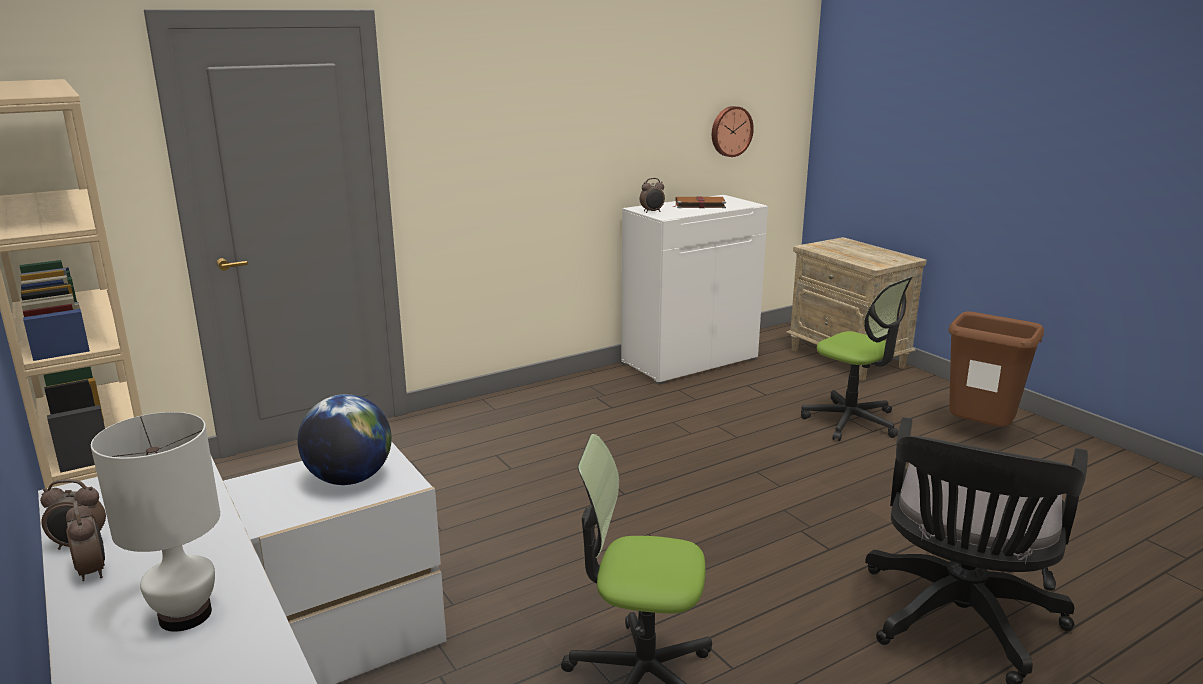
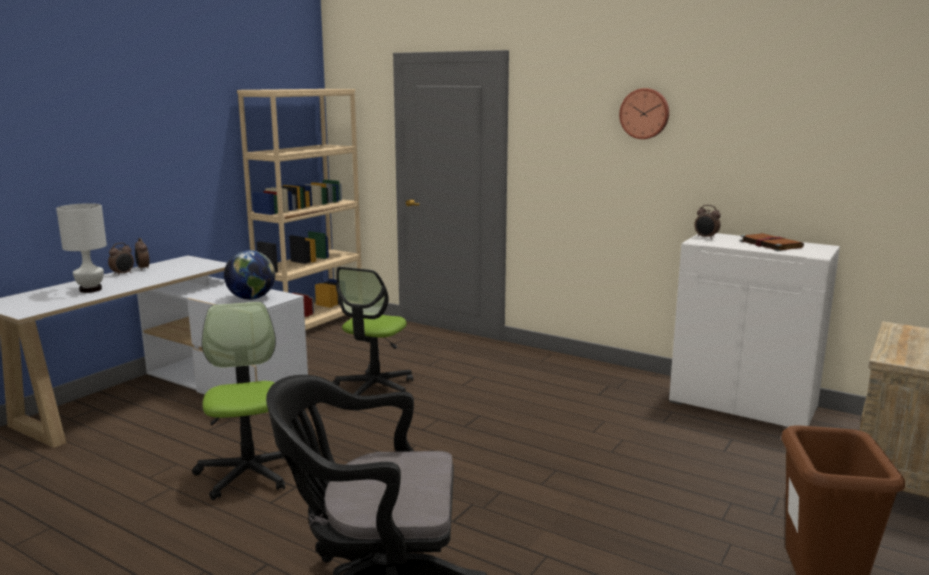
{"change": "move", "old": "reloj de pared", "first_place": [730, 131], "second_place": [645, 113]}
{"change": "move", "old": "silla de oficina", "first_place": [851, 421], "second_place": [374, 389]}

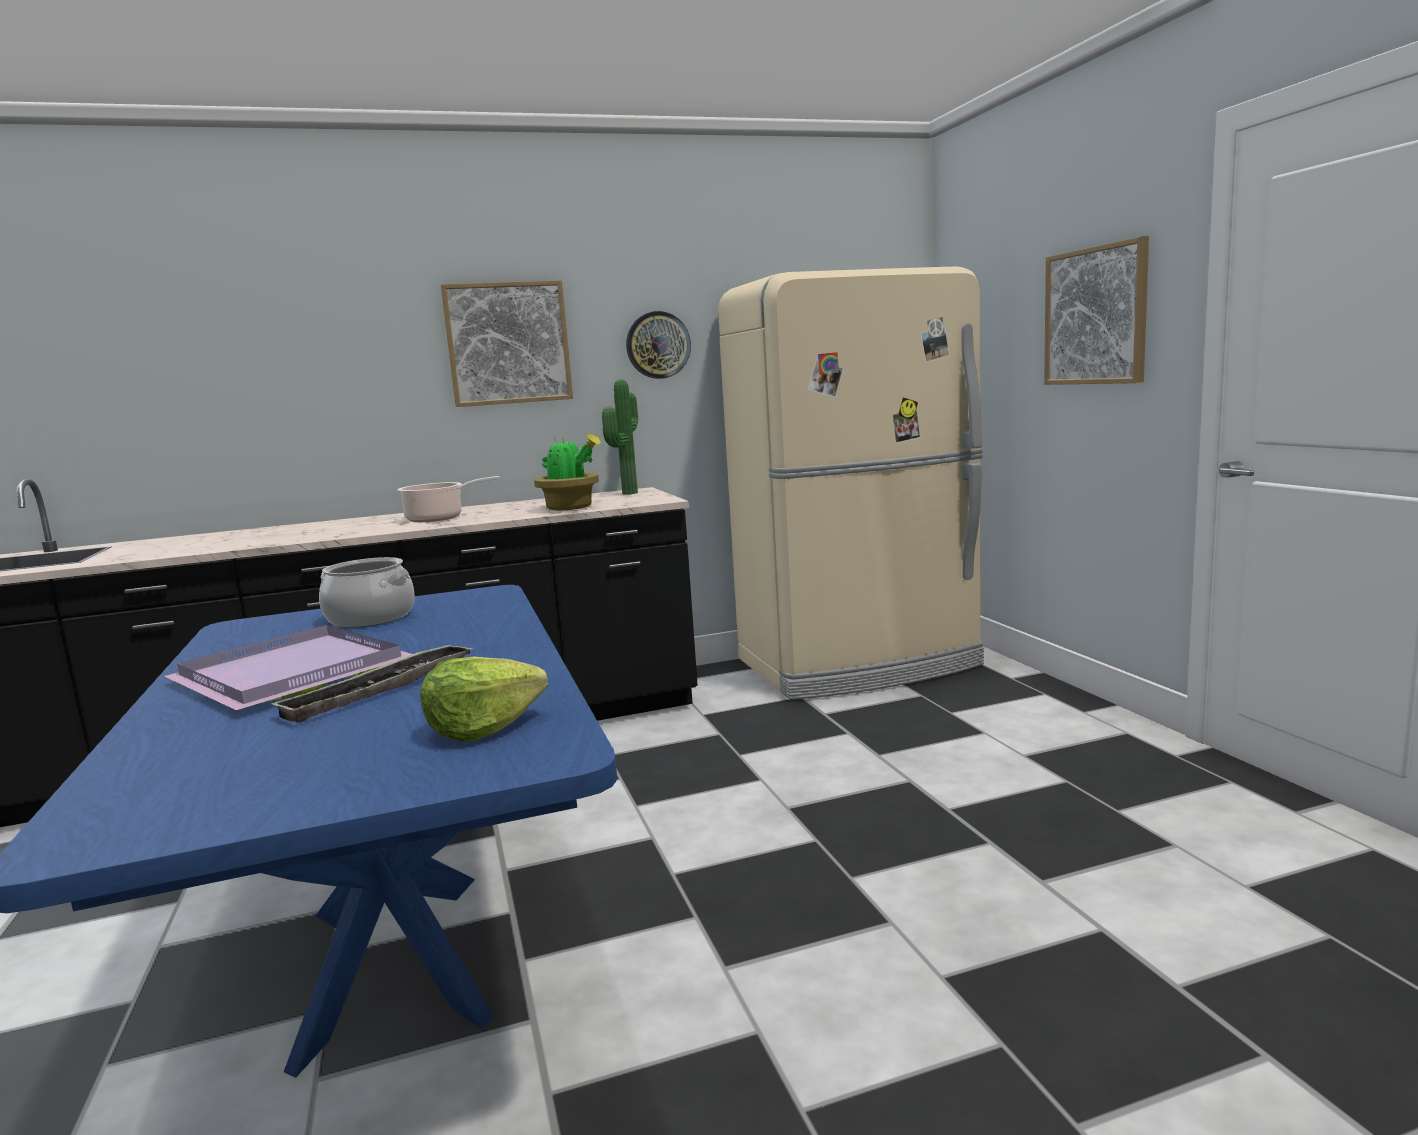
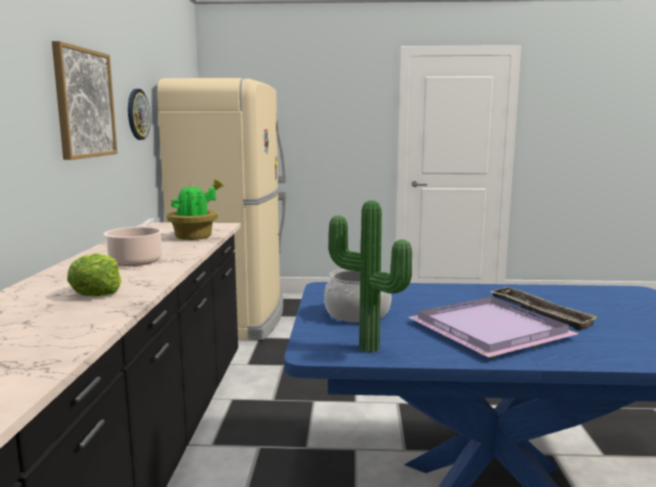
{"change": "delete", "old": "cuadro", "first_place": [1096, 316]}
{"change": "move", "old": "lechuga", "first_place": [483, 728], "second_place": [97, 292]}
{"change": "move", "old": "planta en maceta", "first_place": [627, 493], "second_place": [367, 349]}

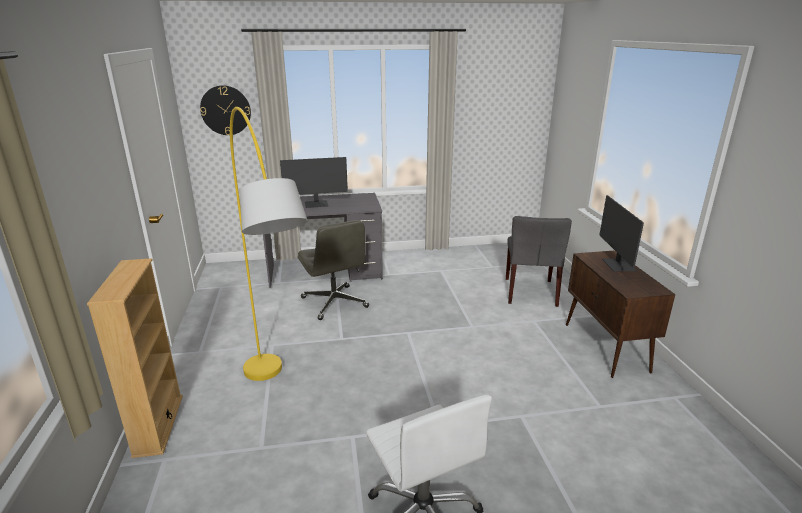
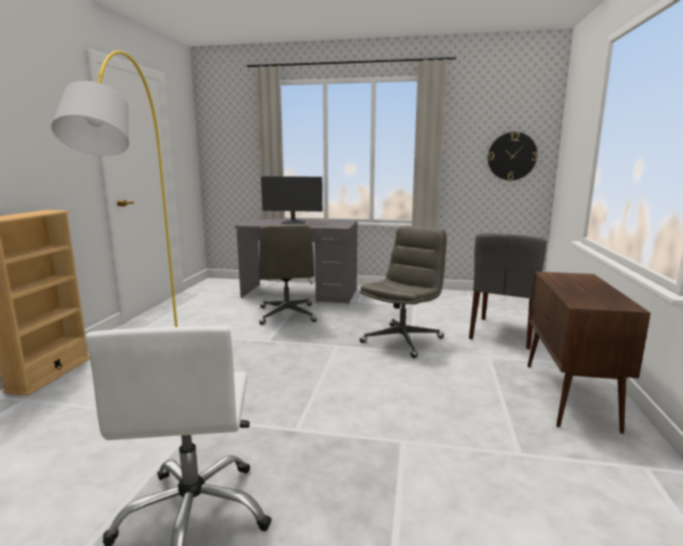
{"change": "delete", "old": "monitor", "first_place": [618, 265]}
{"change": "insert", "new": "silla de oficina (gris)", "second_place": [402, 340]}
{"change": "move", "old": "reloj de pared", "first_place": [225, 110], "second_place": [512, 156]}

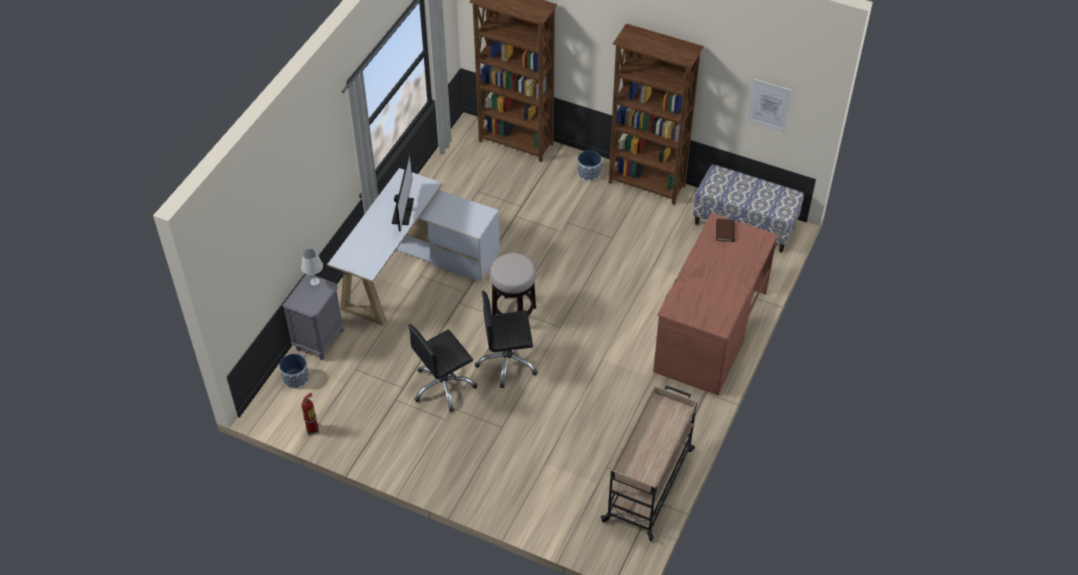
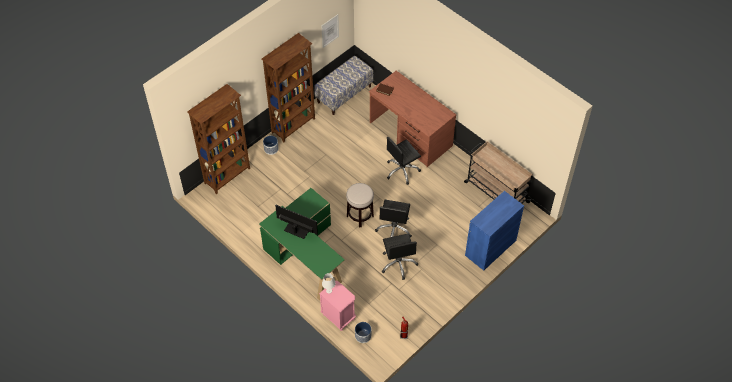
{"change": "insert", "new": "silla de oficina (negro)", "second_place": [402, 170]}
{"change": "insert", "new": "armario (azul)", "second_place": [490, 248]}
{"change": "recolor", "old": "mesita de noche (gris)", "new": "mesita de noche (rosa)", "first_place": [319, 339], "second_place": [338, 317]}
{"change": "recolor", "old": "escritorio (blanco)", "new": "escritorio (verde)", "first_place": [413, 269], "second_place": [305, 255]}

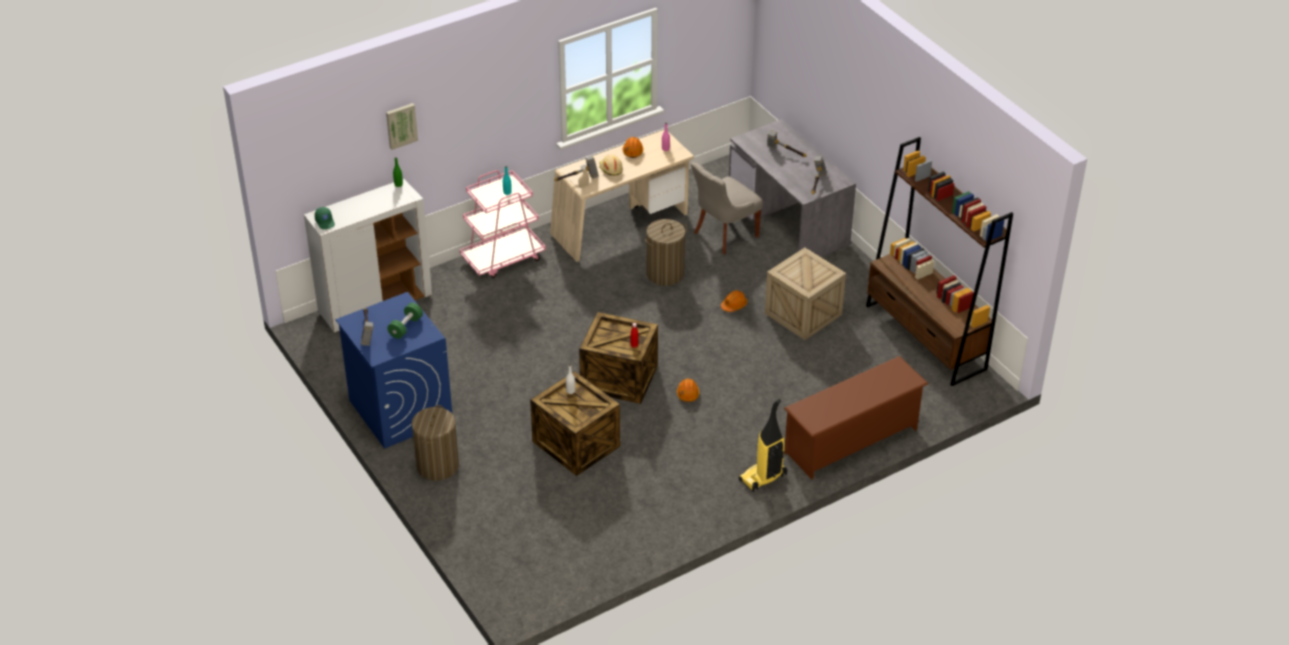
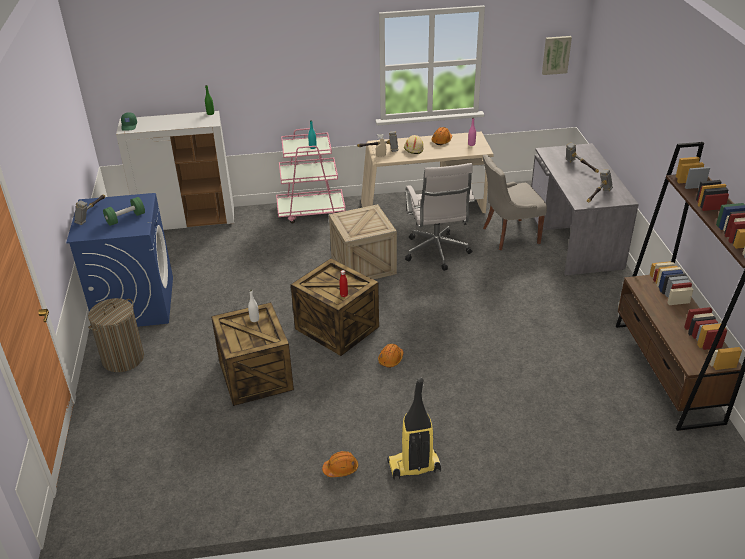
{"change": "delete", "old": "zapatero (marrón)", "first_place": [851, 441]}
{"change": "move", "old": "cuadro", "first_place": [401, 125], "second_place": [556, 54]}
{"change": "move", "old": "casco (naranja)", "first_place": [734, 305], "second_place": [341, 468]}
{"change": "move", "old": "caja de embalaje", "first_place": [803, 314], "second_place": [363, 265]}
{"change": "replace", "old": "cesto de la ropa", "new": "silla de oficina (blanco)", "first_place": [665, 274], "second_place": [437, 253]}

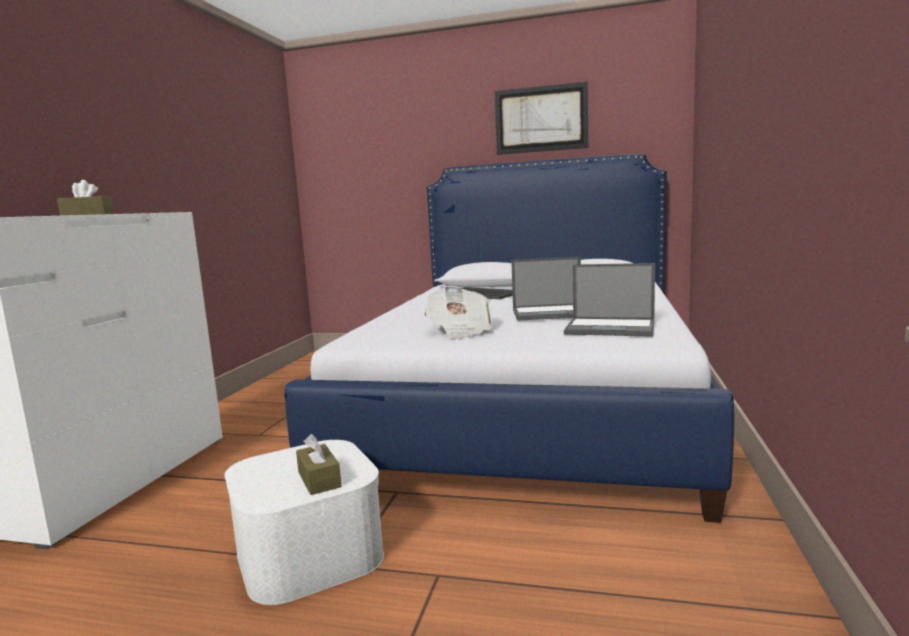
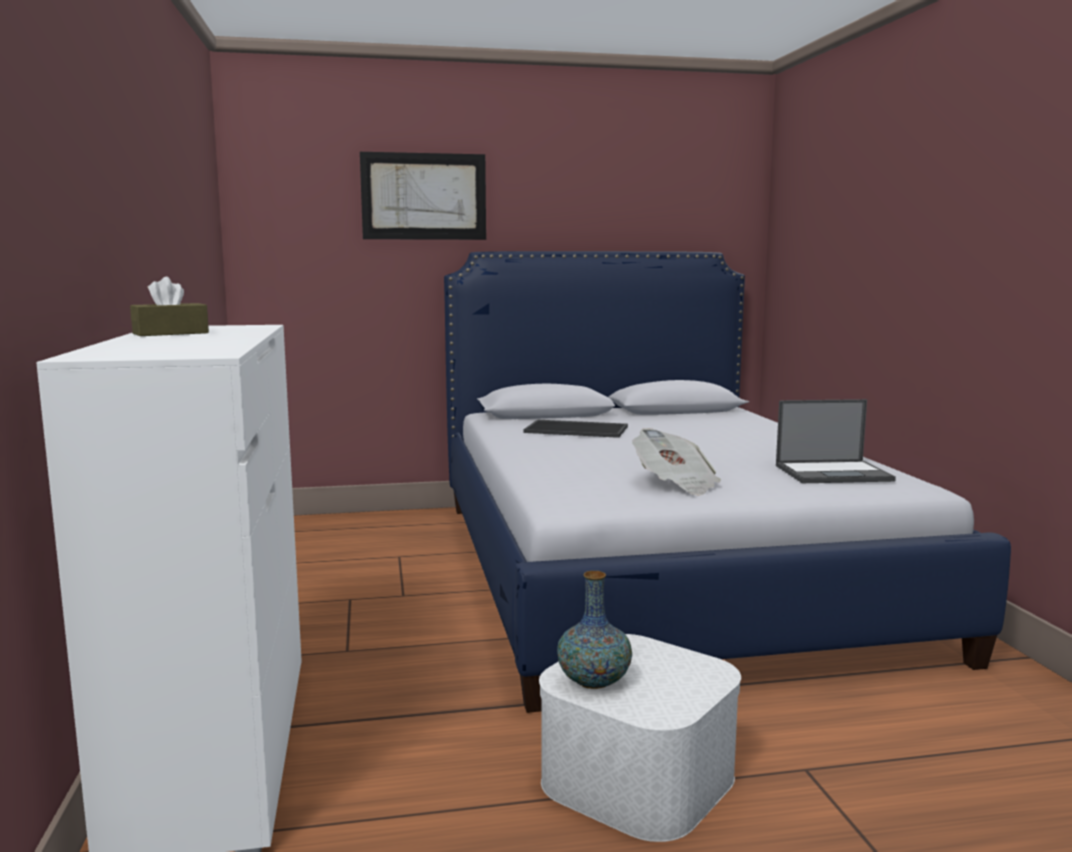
{"change": "delete", "old": "caja de pañuelos (marrón)", "first_place": [319, 479]}
{"change": "delete", "old": "portátil", "first_place": [551, 313]}
{"change": "insert", "new": "florero", "second_place": [594, 681]}
{"change": "move", "old": "cuadro", "first_place": [541, 119], "second_place": [424, 196]}

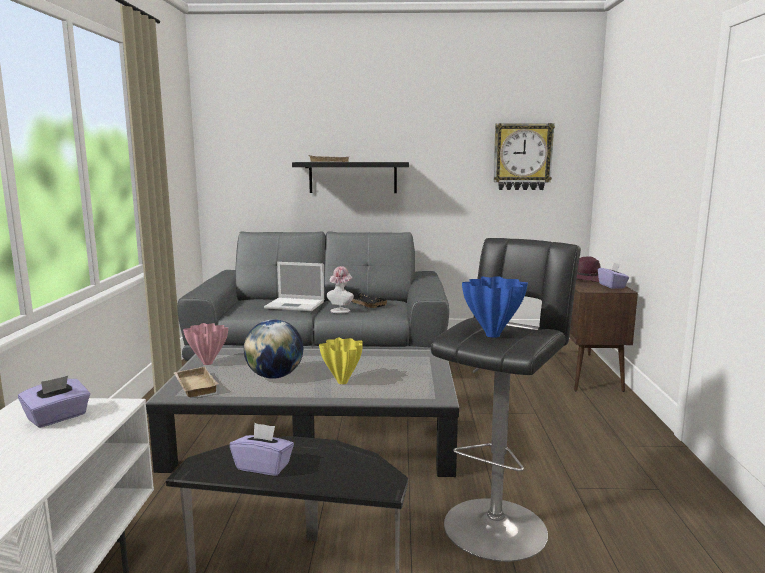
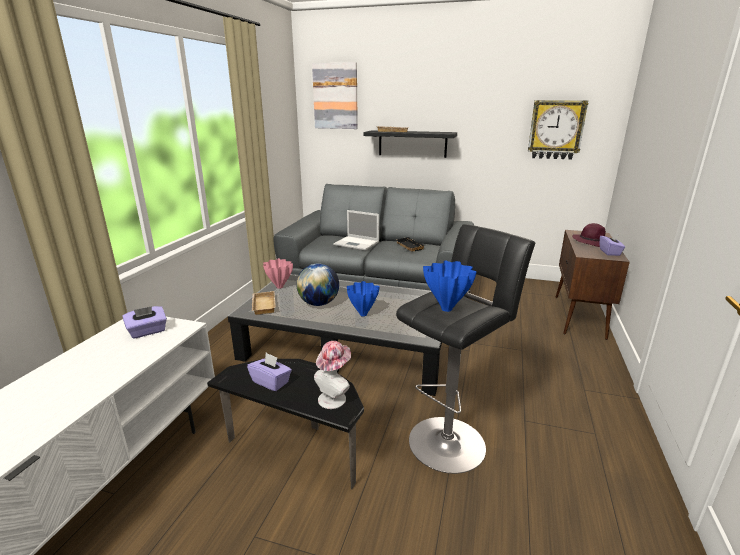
{"change": "insert", "new": "cuadro", "second_place": [335, 96]}
{"change": "move", "old": "sombrero", "first_place": [341, 310], "second_place": [334, 397]}
{"change": "recolor", "old": "florero (amarillo)", "new": "florero (azul)", "first_place": [342, 382], "second_place": [363, 314]}

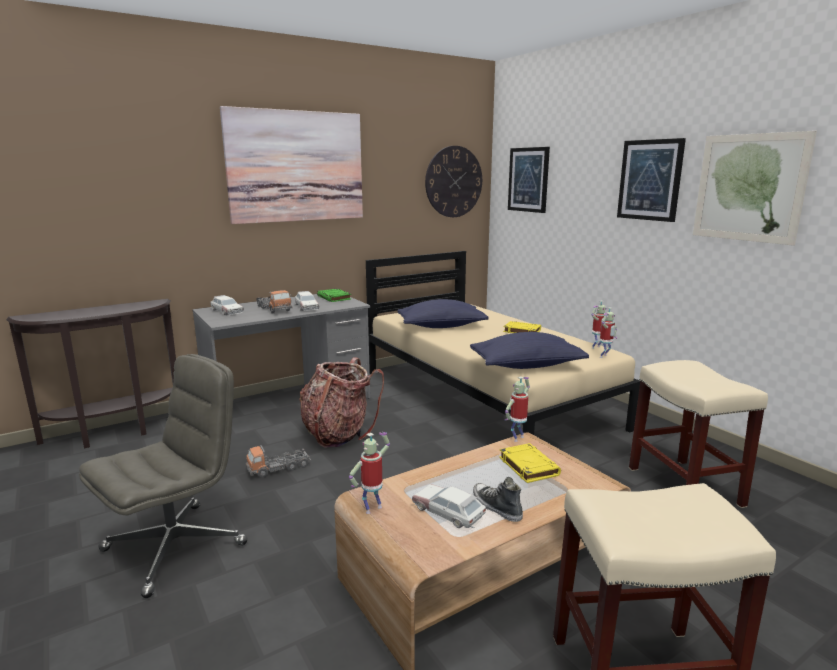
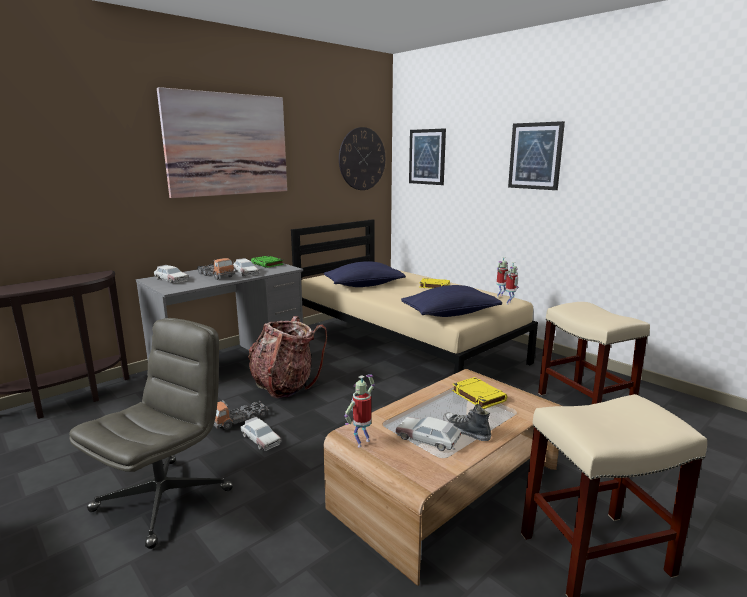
{"change": "delete", "old": "robot de juguete", "first_place": [517, 438]}
{"change": "delete", "old": "cuadro", "first_place": [749, 188]}
{"change": "insert", "new": "coche de juguete", "second_place": [260, 439]}

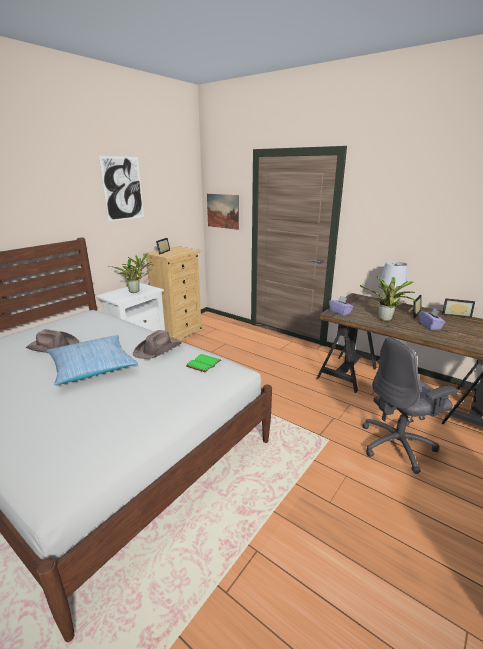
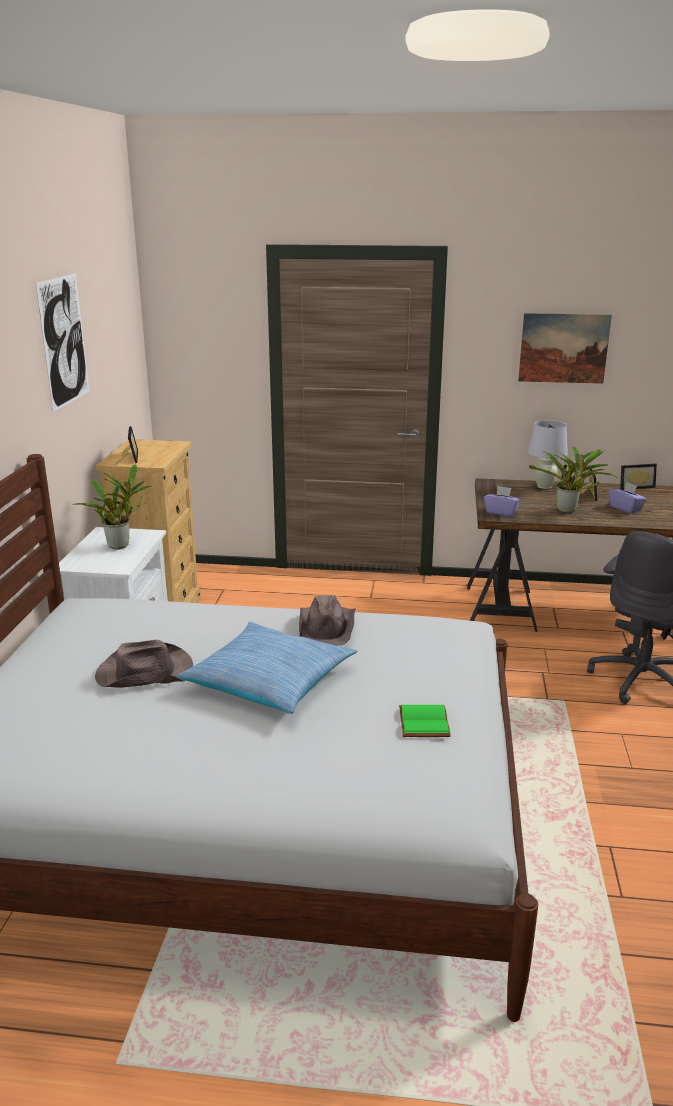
{"change": "move", "old": "libro (verde)", "first_place": [203, 363], "second_place": [422, 722]}
{"change": "move", "old": "cuadro", "first_place": [223, 211], "second_place": [563, 348]}

